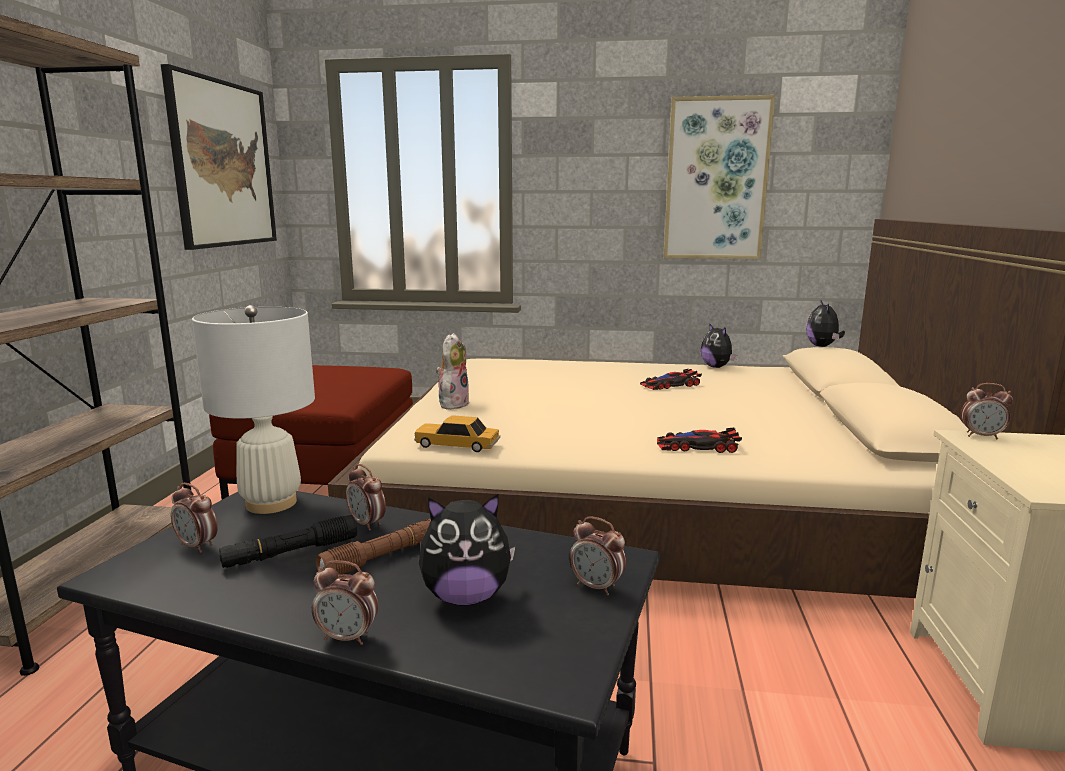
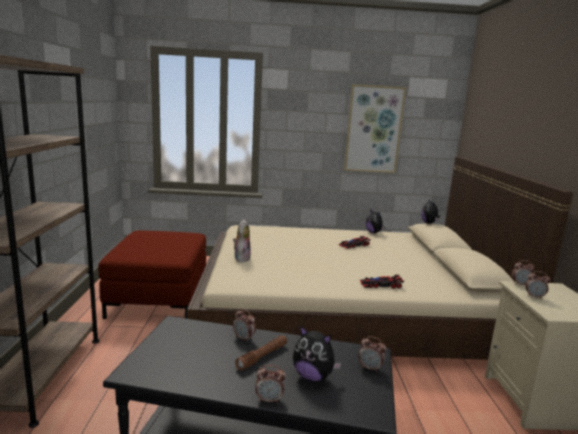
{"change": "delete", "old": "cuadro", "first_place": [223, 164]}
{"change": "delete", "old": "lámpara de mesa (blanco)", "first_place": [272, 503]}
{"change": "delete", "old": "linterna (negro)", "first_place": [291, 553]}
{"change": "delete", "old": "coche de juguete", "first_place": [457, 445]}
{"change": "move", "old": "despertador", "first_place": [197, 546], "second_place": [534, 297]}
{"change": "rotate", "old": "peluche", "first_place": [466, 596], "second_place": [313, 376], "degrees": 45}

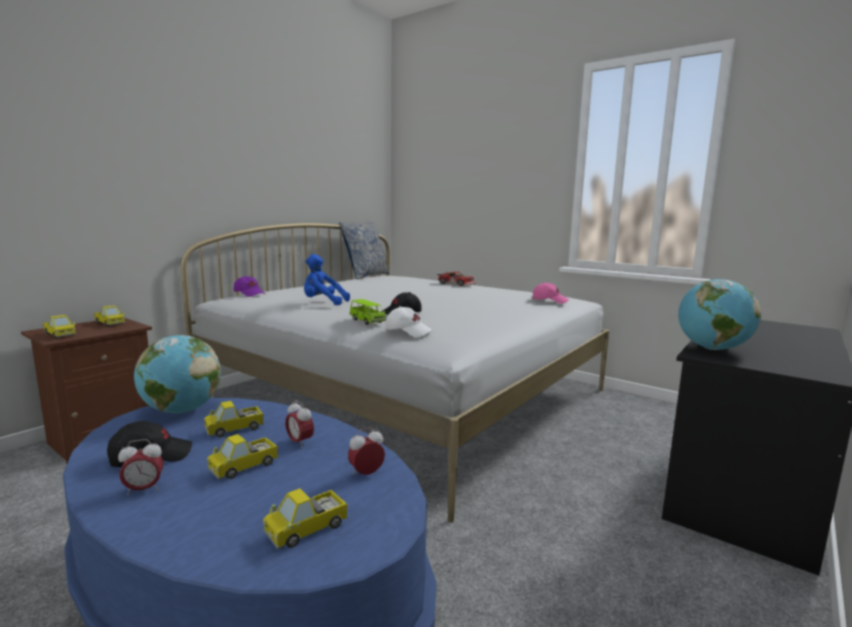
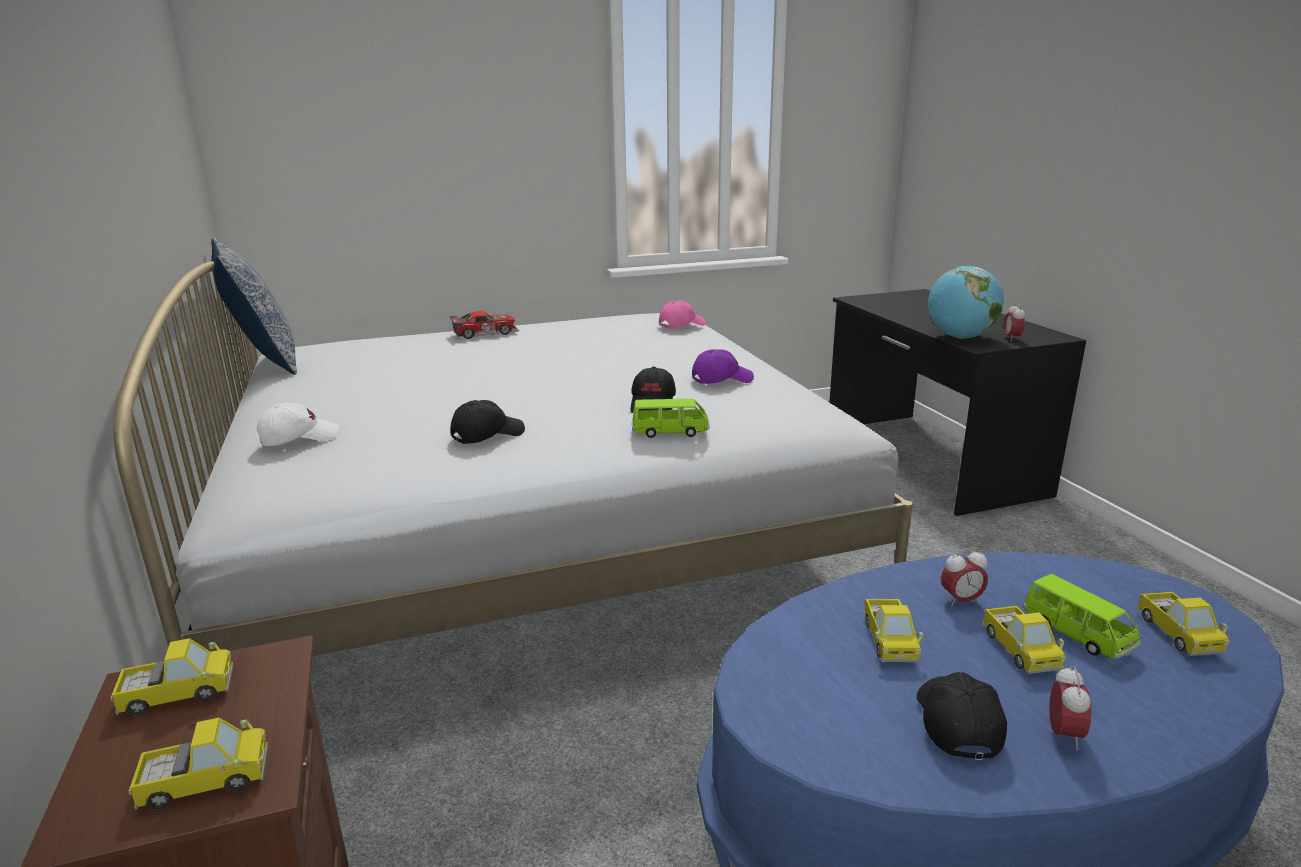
{"change": "delete", "old": "globo terráqueo", "first_place": [181, 411]}
{"change": "insert", "new": "coche de juguete (verde)", "second_place": [1077, 634]}
{"change": "move", "old": "gorra (morado)", "first_place": [250, 294], "second_place": [721, 380]}
{"change": "move", "old": "despertador", "first_place": [366, 474], "second_place": [1011, 338]}
{"change": "move", "old": "gorra (blanco)", "first_place": [408, 331], "second_place": [299, 438]}
{"change": "replace", "old": "peluche (azul)", "new": "gorra (negro)", "first_place": [323, 303], "second_place": [487, 435]}

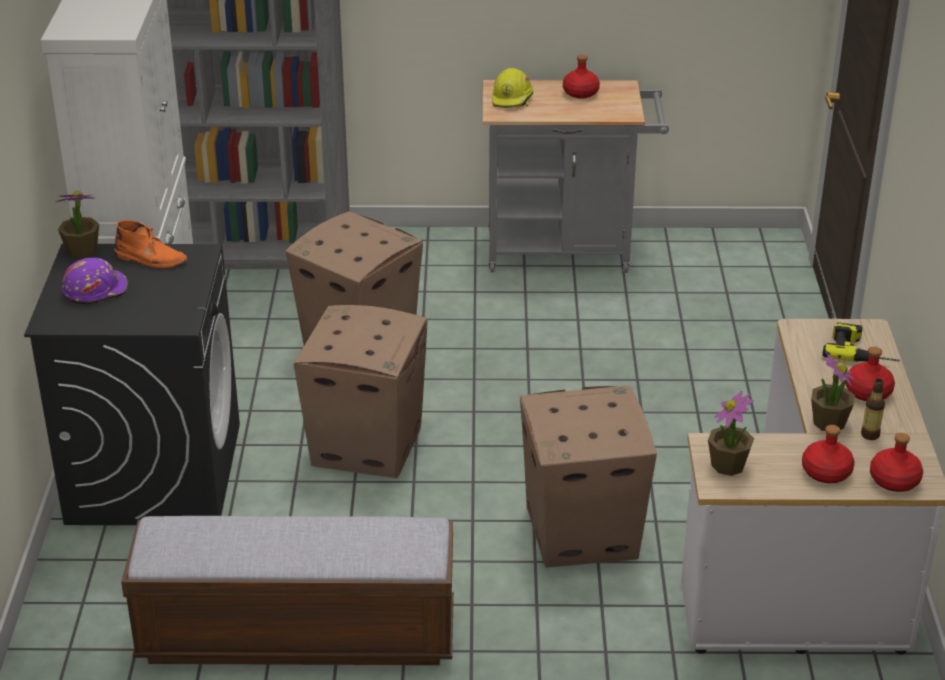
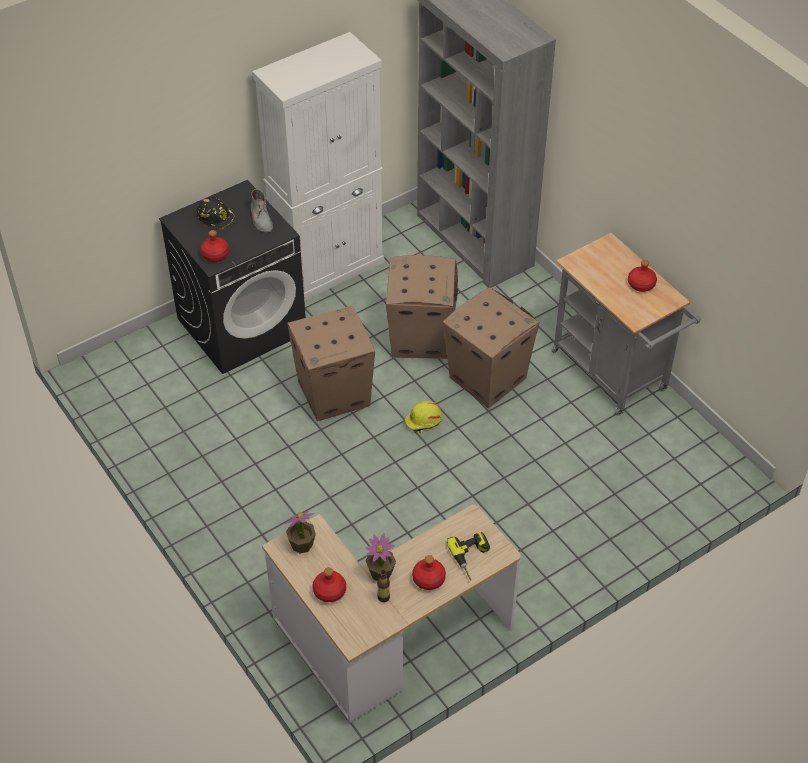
{"change": "delete", "old": "planta en maceta", "first_place": [82, 251]}
{"change": "delete", "old": "banco", "first_place": [297, 635]}
{"change": "move", "old": "casco (amarillo)", "first_place": [512, 99], "second_place": [423, 421]}
{"change": "move", "old": "caja de cartón", "first_place": [579, 533], "second_place": [487, 377]}
{"change": "move", "old": "botella (rojo)", "first_place": [895, 480], "second_place": [215, 255]}
{"change": "recolor", "old": "casco (morado)", "new": "casco (negro)", "first_place": [95, 290], "second_place": [216, 217]}
{"change": "recolor", "old": "bota (naranja)", "new": "bota (gris)", "first_place": [151, 259], "second_place": [261, 219]}

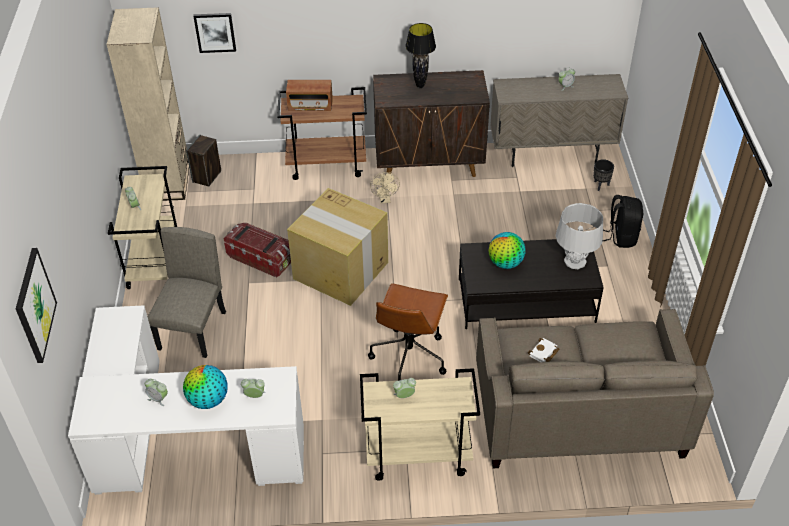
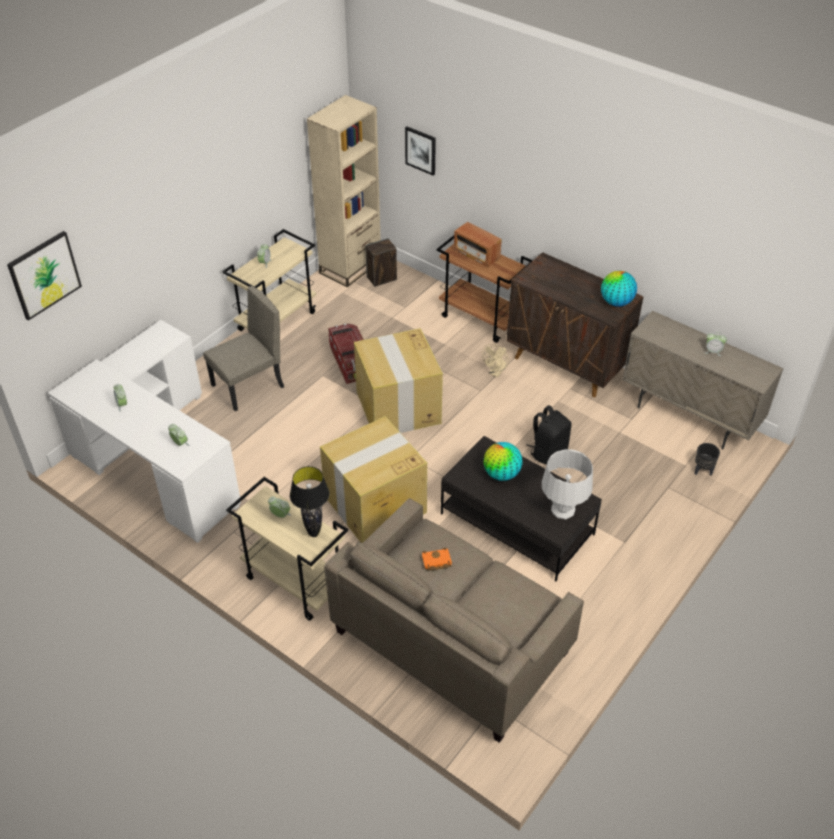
{"change": "move", "old": "globo terráqueo", "first_place": [208, 400], "second_place": [616, 302]}
{"change": "move", "old": "lámpara de mesa (negro)", "first_place": [420, 86], "second_place": [313, 533]}
{"change": "move", "old": "mochila (negro)", "first_place": [621, 237], "second_place": [548, 452]}
{"change": "replace", "old": "silla de oficina (marrón)", "new": "caja de cartón", "first_place": [409, 356], "second_place": [374, 505]}
{"change": "recolor", "old": "libro (blanco)", "new": "libro (naranja)", "first_place": [543, 353], "second_place": [436, 562]}

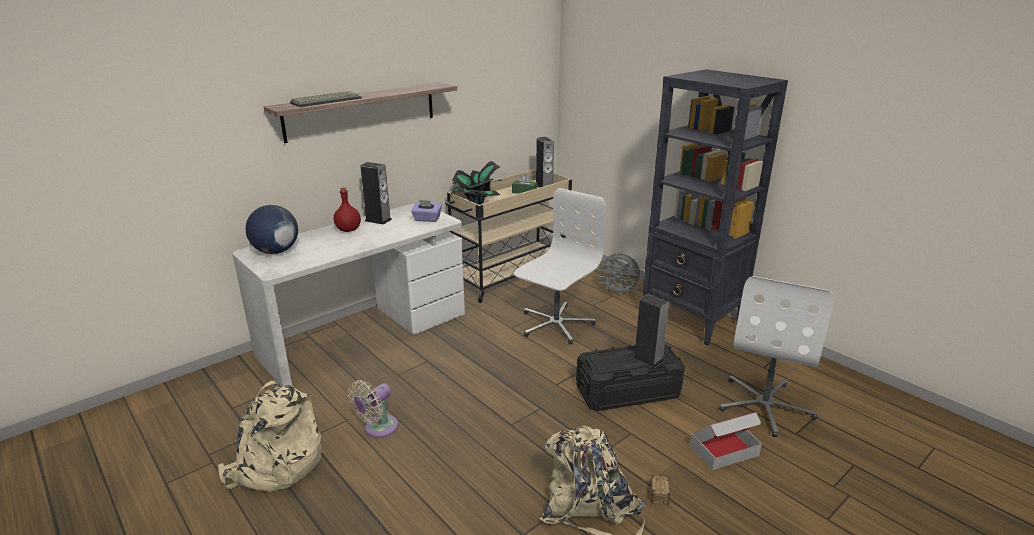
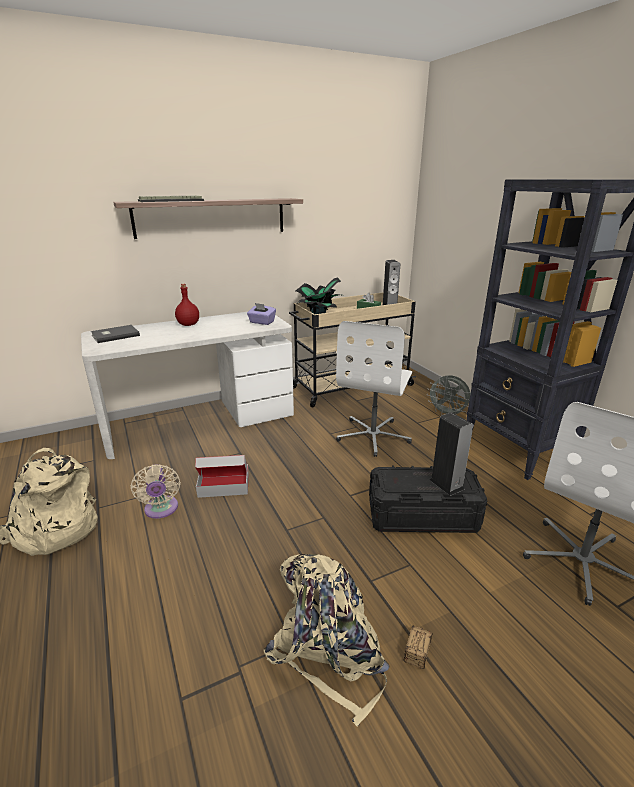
{"change": "delete", "old": "altavoz", "first_place": [378, 220]}
{"change": "move", "old": "caja de cartón", "first_place": [724, 450], "second_place": [224, 485]}
{"change": "replace", "old": "globo terráqueo", "new": "libro (gris)", "first_place": [275, 251], "second_place": [114, 335]}
{"change": "rotate", "old": "ventilador (beis)", "first_place": [378, 428], "second_place": [161, 510], "degrees": -75}
{"change": "rotate", "old": "silla de oficina (blanco)", "first_place": [555, 324], "second_place": [373, 436], "degrees": 150}

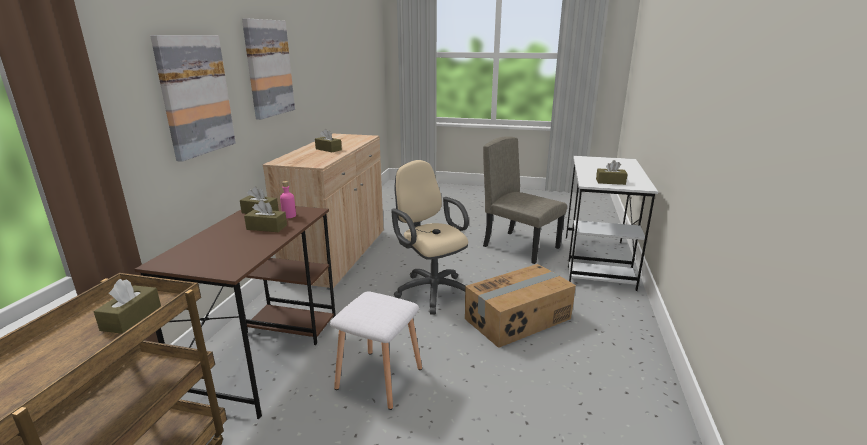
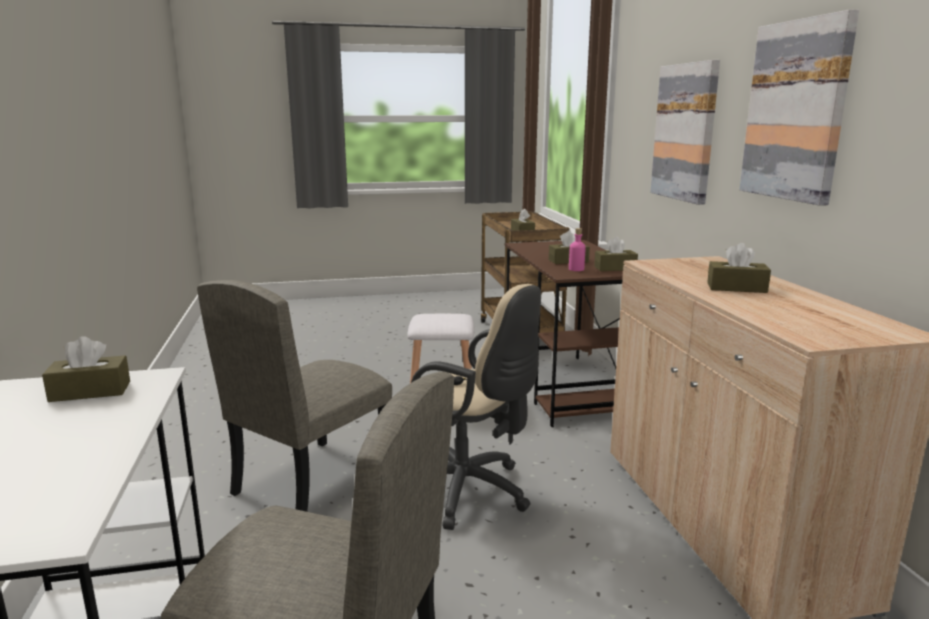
{"change": "replace", "old": "caja de cartón", "new": "silla (beis)", "first_place": [518, 319], "second_place": [311, 480]}

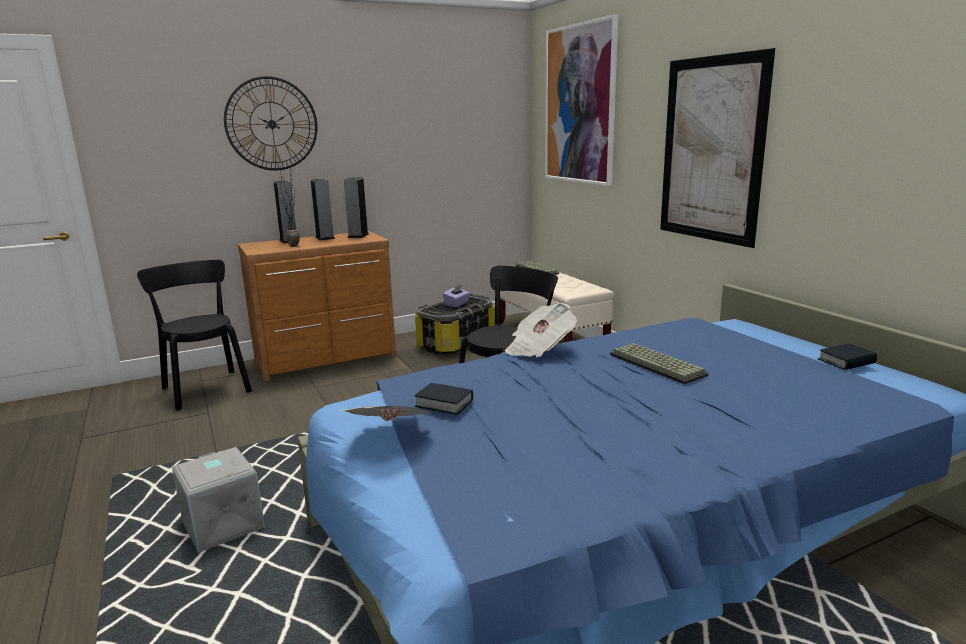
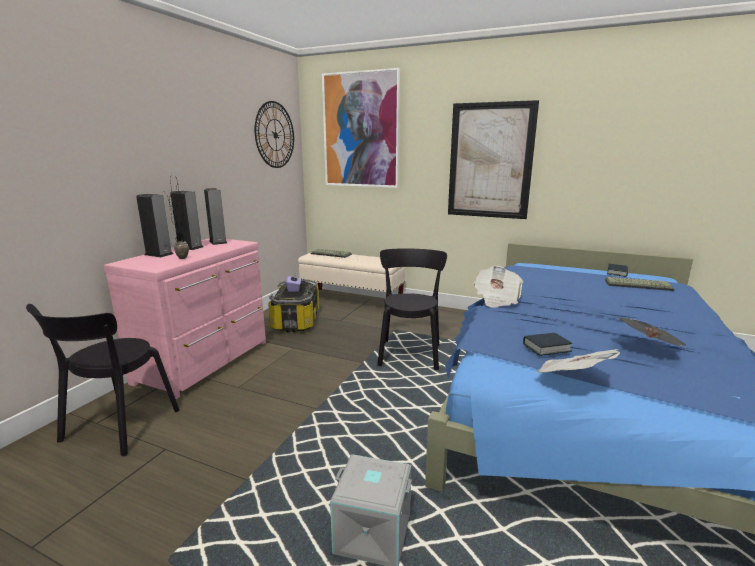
{"change": "insert", "new": "periódico", "second_place": [649, 348]}
{"change": "move", "old": "reloj de pared", "first_place": [271, 124], "second_place": [275, 135]}
{"change": "move", "old": "teclado", "first_place": [658, 365], "second_place": [638, 285]}
{"change": "recolor", "old": "cómoda (marrón)", "new": "cómoda (rosa)", "first_place": [327, 359], "second_place": [207, 361]}
{"change": "rotate", "old": "silla (negro)", "first_place": [205, 388], "second_place": [117, 428], "degrees": -90}

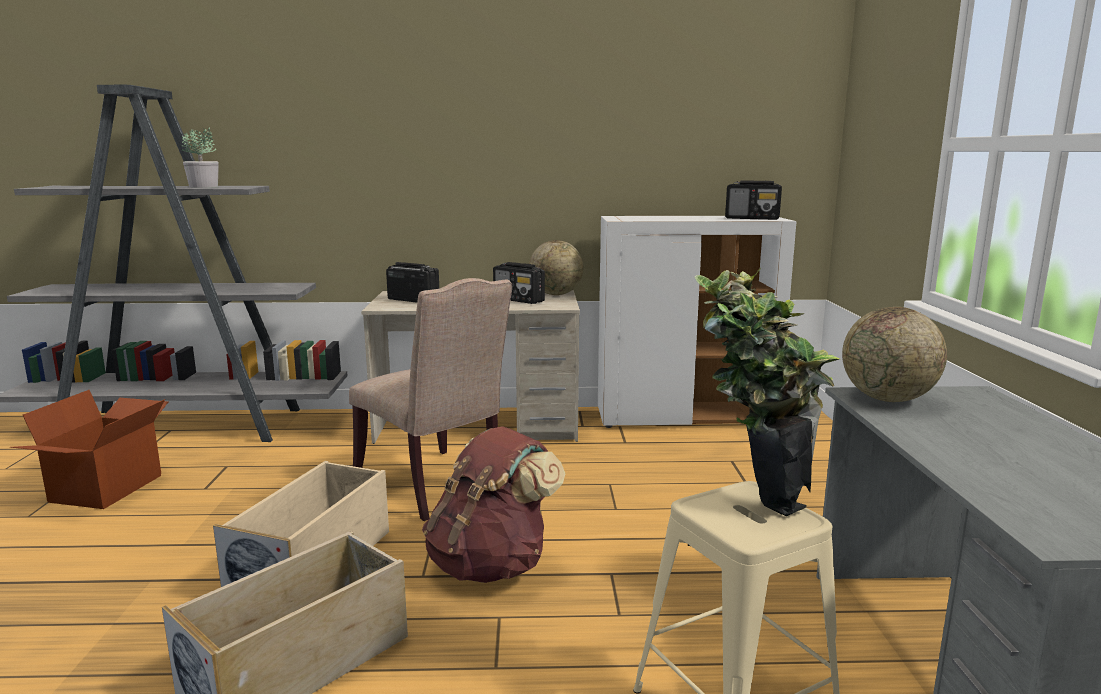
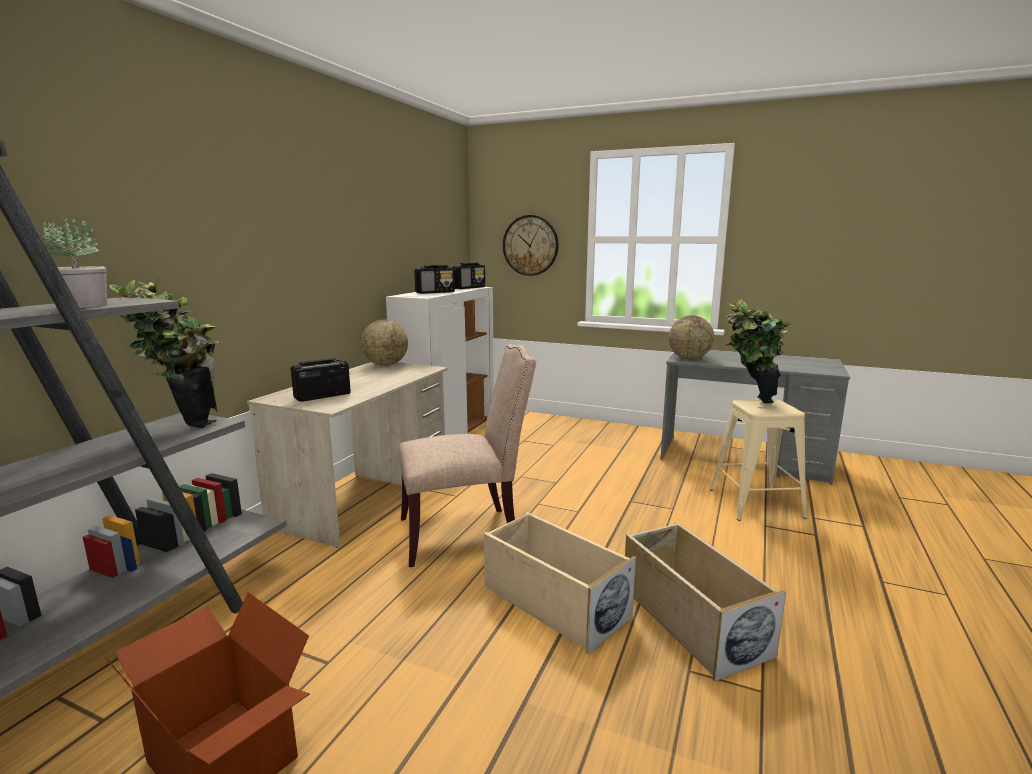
{"change": "delete", "old": "mochila (marrón)", "first_place": [491, 564]}
{"change": "insert", "new": "planta en maceta", "second_place": [182, 423]}
{"change": "insert", "new": "reloj de pared", "second_place": [530, 245]}
{"change": "move", "old": "radio", "first_place": [519, 300], "second_place": [435, 292]}

